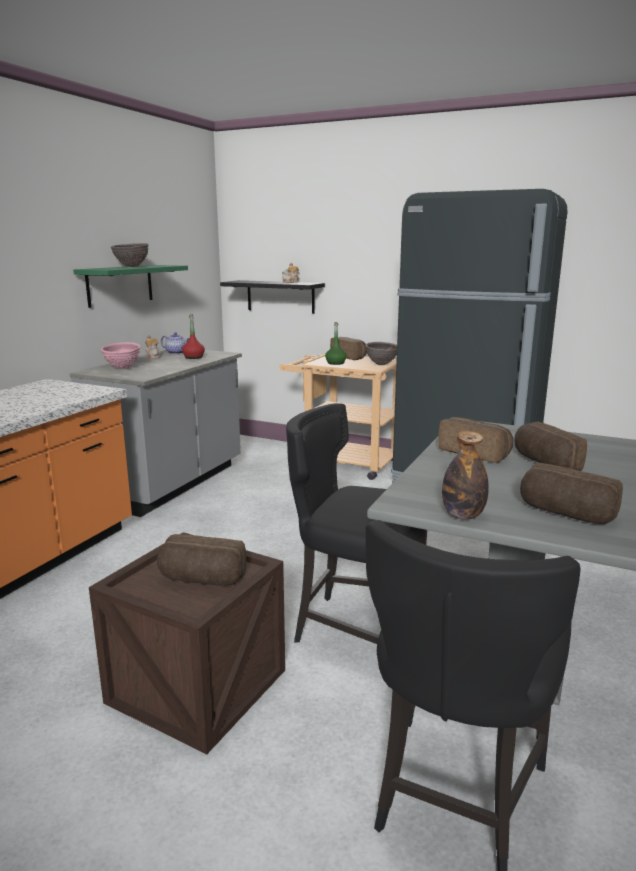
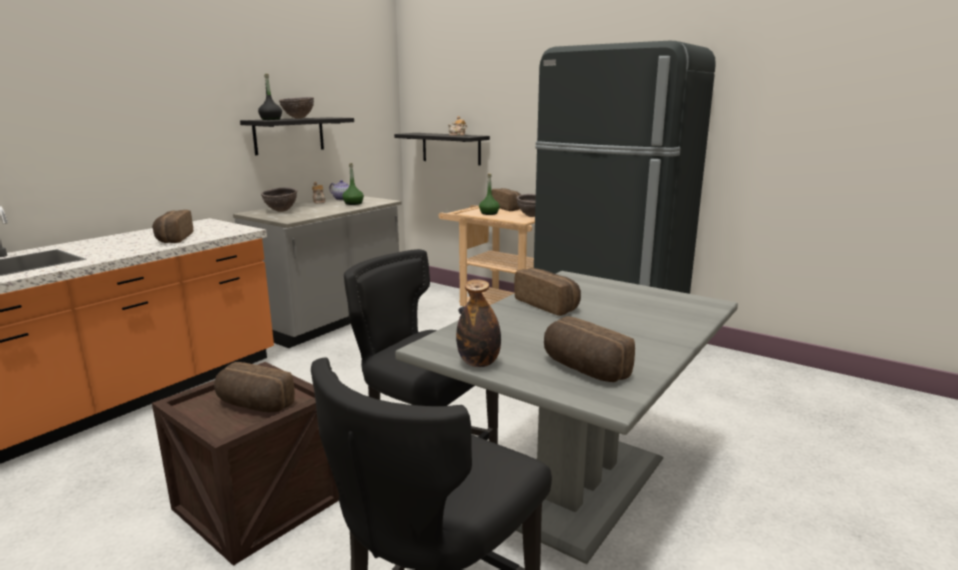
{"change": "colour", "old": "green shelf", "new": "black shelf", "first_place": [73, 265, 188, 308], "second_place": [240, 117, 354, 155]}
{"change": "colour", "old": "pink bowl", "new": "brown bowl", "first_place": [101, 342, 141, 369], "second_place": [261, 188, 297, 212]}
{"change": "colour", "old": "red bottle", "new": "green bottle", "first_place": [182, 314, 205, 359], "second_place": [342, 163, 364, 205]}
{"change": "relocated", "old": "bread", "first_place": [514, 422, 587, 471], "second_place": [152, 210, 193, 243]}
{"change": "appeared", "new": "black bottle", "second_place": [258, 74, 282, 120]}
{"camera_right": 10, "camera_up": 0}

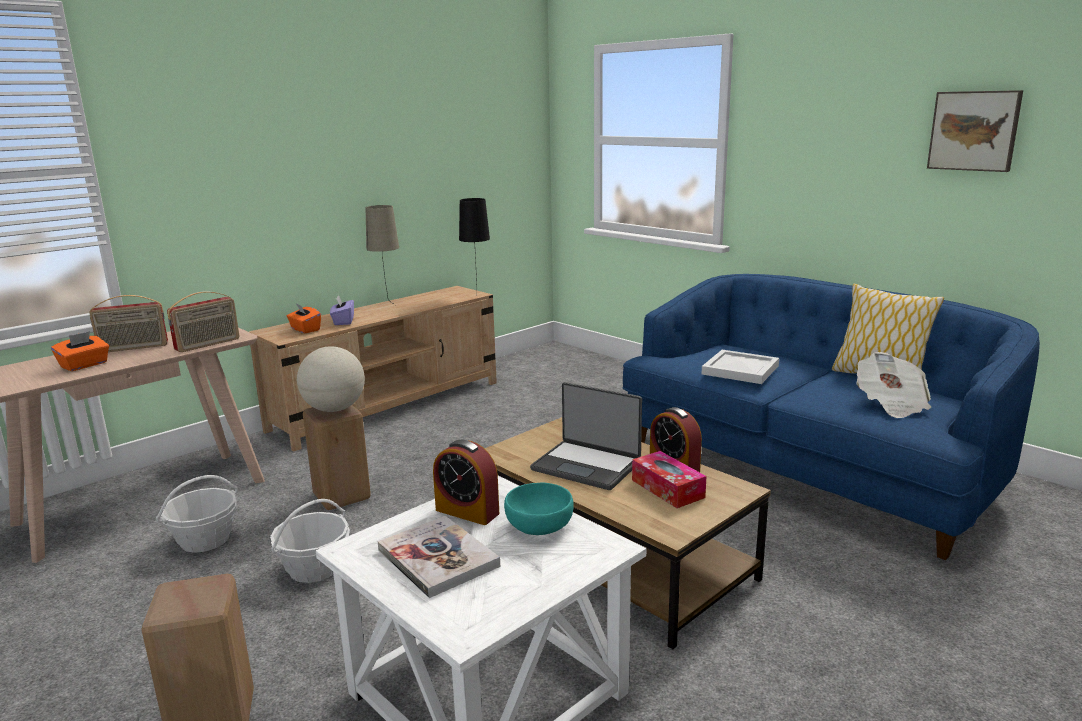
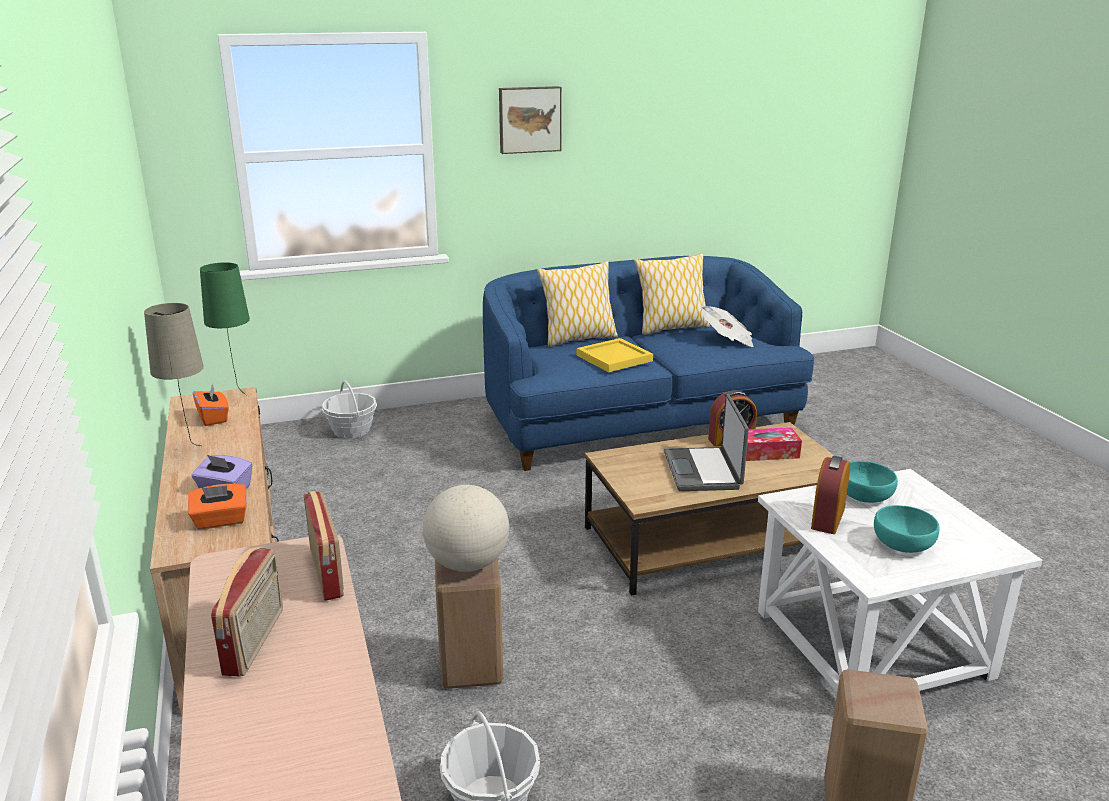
{"change": "relocated", "old": "orange tissue box", "first_place": [51, 331, 109, 371], "second_place": [193, 382, 229, 426]}
{"change": "relocated", "old": "basket", "first_place": [270, 499, 350, 583], "second_place": [322, 380, 377, 438]}
{"change": "exchanged", "old": "book", "new": "turquoise bowl", "first_place": [378, 516, 500, 598], "second_place": [874, 505, 940, 553]}
{"change": "spun", "old": "alarm clock", "first_place": [433, 440, 499, 525], "second_place": [811, 456, 850, 534], "degrees": 150}
{"change": "colour", "old": "black table lamp", "new": "green table lamp", "first_place": [459, 198, 490, 283], "second_place": [200, 262, 250, 395]}
{"change": "spun", "old": "laptop", "first_place": [530, 382, 642, 490], "second_place": [664, 394, 749, 491], "degrees": 120}
{"change": "colour", "old": "white tray", "new": "yellow tray", "first_place": [702, 350, 779, 384], "second_place": [577, 338, 653, 372]}
{"change": "relocated", "old": "picture", "first_place": [927, 90, 1023, 172], "second_place": [499, 86, 562, 154]}
{"change": "appeared", "new": "pillow", "second_place": [537, 261, 618, 347]}
{"camera_right": -65, "camera_up": 5}

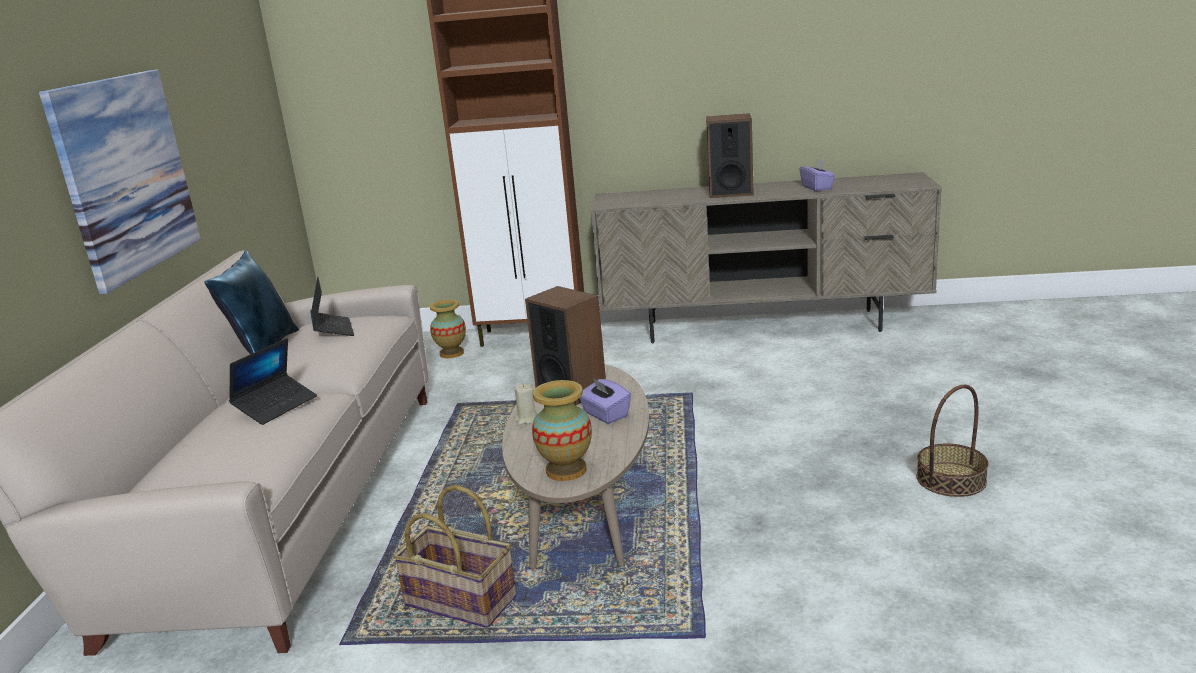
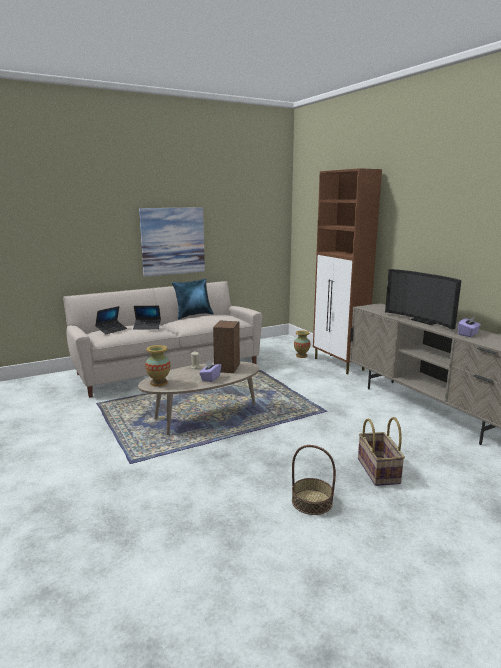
{"change": "relocated", "old": "laptop", "first_place": [310, 277, 354, 336], "second_place": [95, 306, 127, 334]}
{"change": "relocated", "old": "basket", "first_place": [393, 485, 516, 628], "second_place": [358, 417, 405, 486]}
{"change": "exchanged", "old": "speaker", "new": "television", "first_place": [706, 113, 754, 198], "second_place": [385, 269, 462, 330]}
{"camera_right": 55, "camera_up": -5}

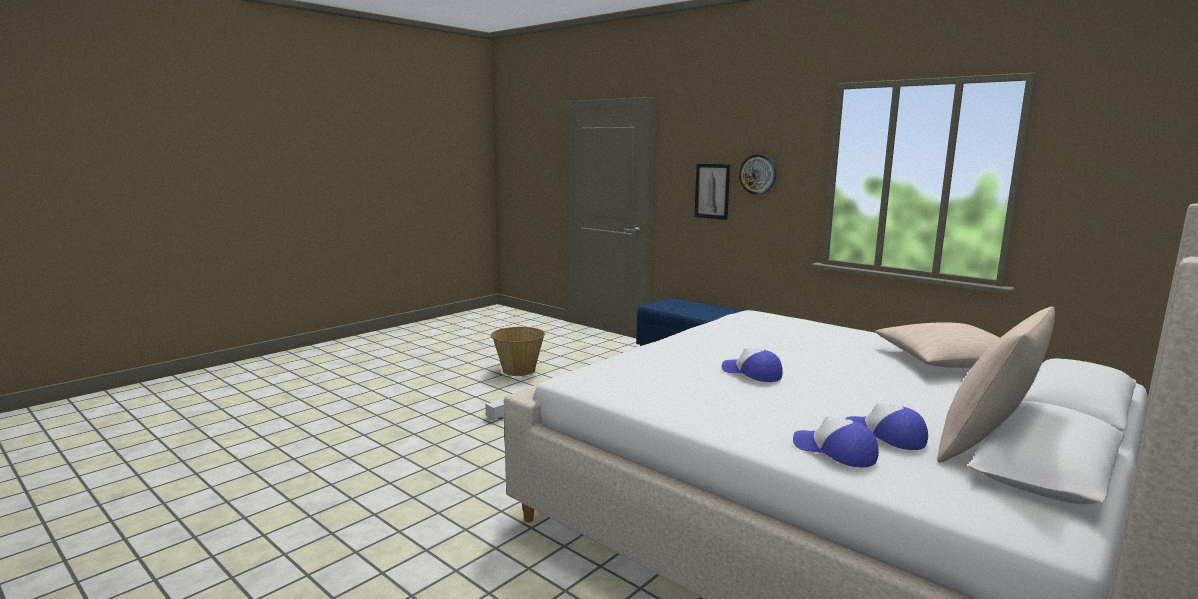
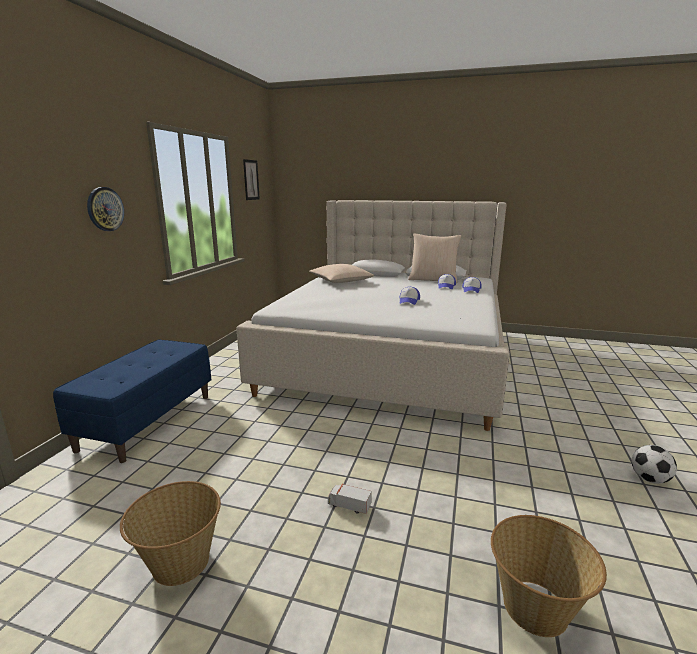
{"change": "relocated", "old": "picture", "first_place": [694, 163, 730, 220], "second_place": [243, 159, 260, 200]}
{"change": "appeared", "new": "basket", "second_place": [491, 515, 607, 637]}
{"change": "appeared", "new": "football", "second_place": [632, 445, 677, 484]}
{"camera_right": -115, "camera_up": 5}

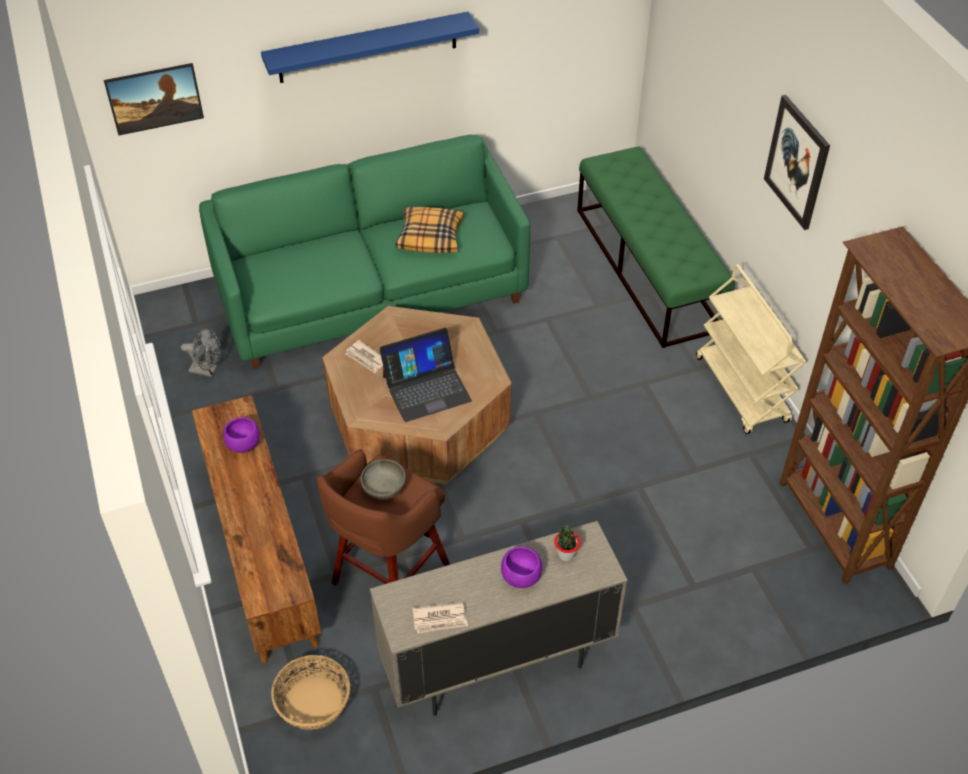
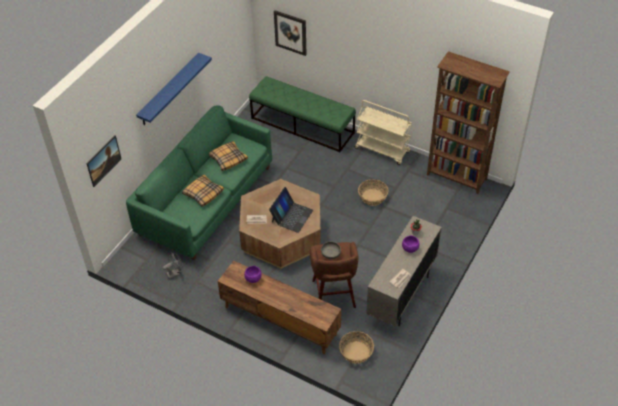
{"change": "relocated", "old": "picture", "first_place": [764, 95, 830, 230], "second_place": [274, 10, 307, 56]}
{"change": "appeared", "new": "pillow", "second_place": [182, 174, 224, 207]}
{"change": "appeared", "new": "basket", "second_place": [358, 179, 388, 206]}
{"camera_right": -40, "camera_up": 0}

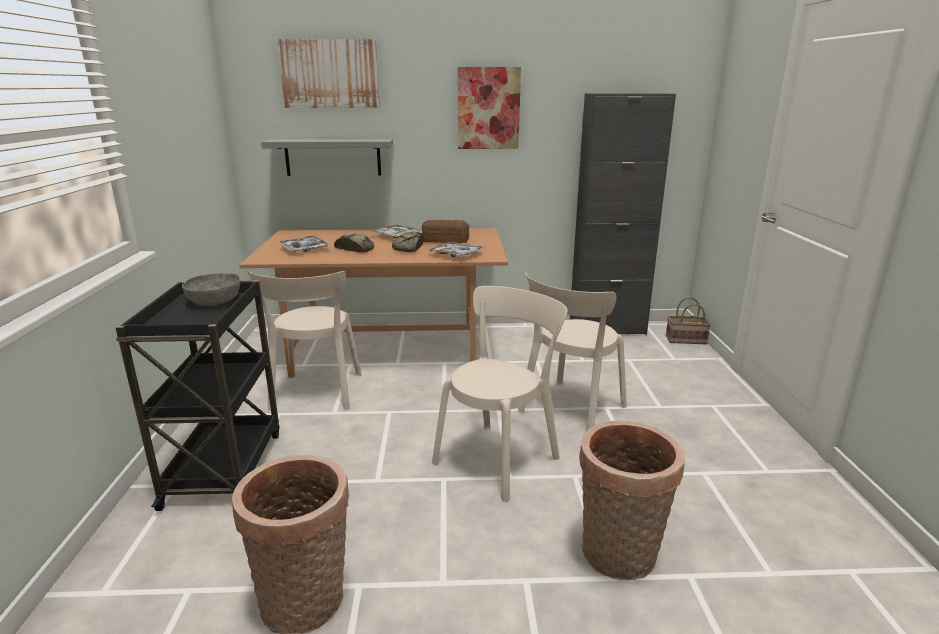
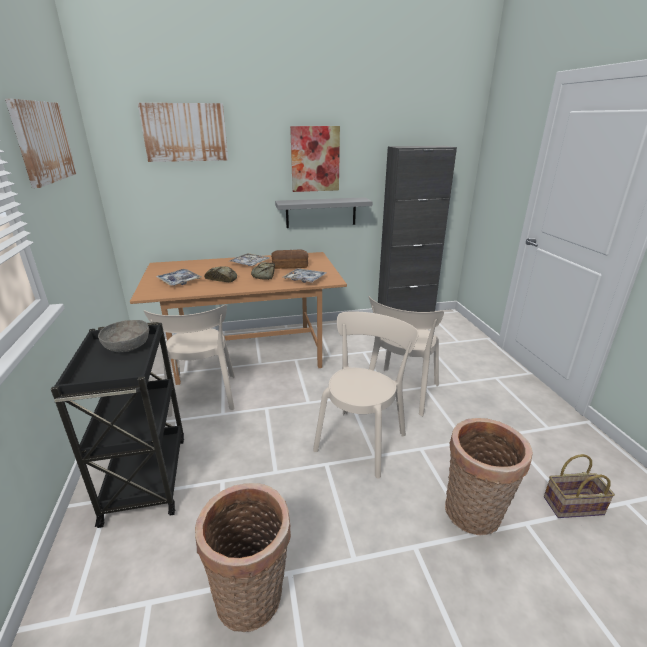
{"change": "relocated", "old": "grey shelf", "first_place": [261, 139, 393, 176], "second_place": [275, 197, 372, 228]}
{"change": "relocated", "old": "basket", "first_place": [666, 297, 711, 345], "second_place": [544, 454, 615, 518]}
{"change": "appeared", "new": "picture", "second_place": [5, 99, 77, 188]}
{"camera_right": -10, "camera_up": 5}

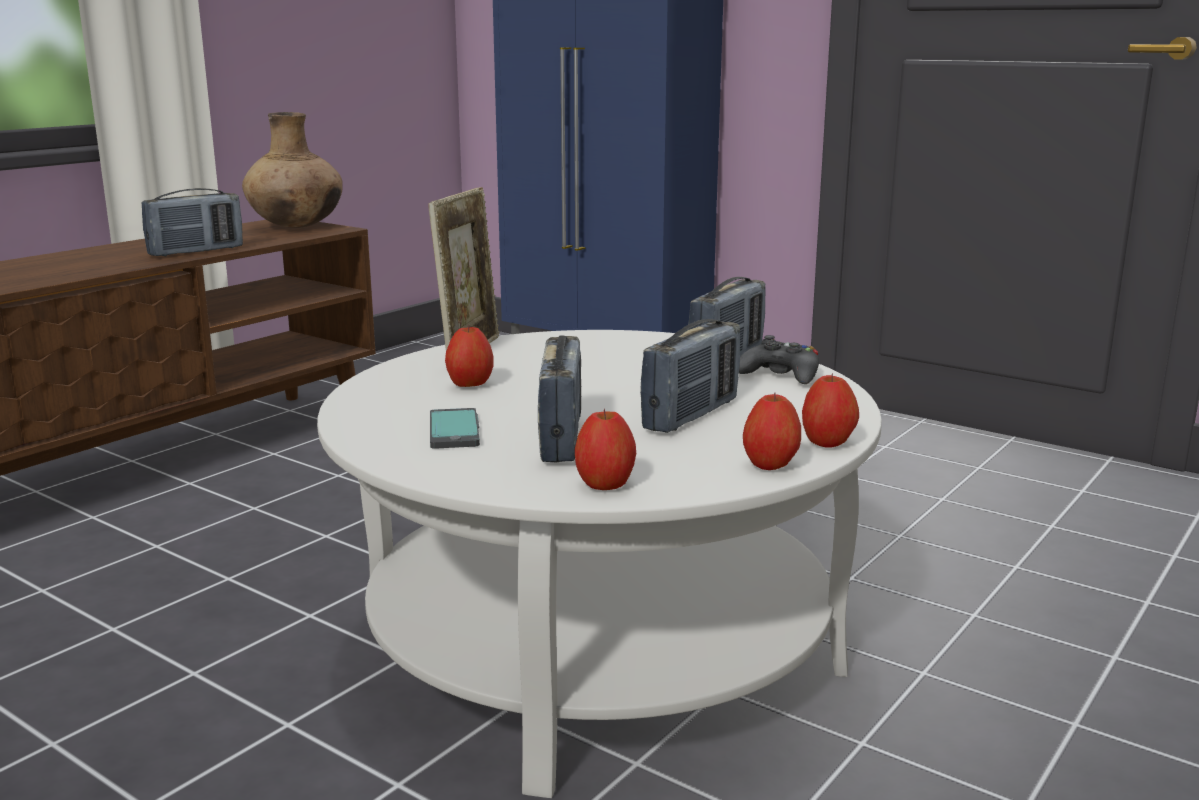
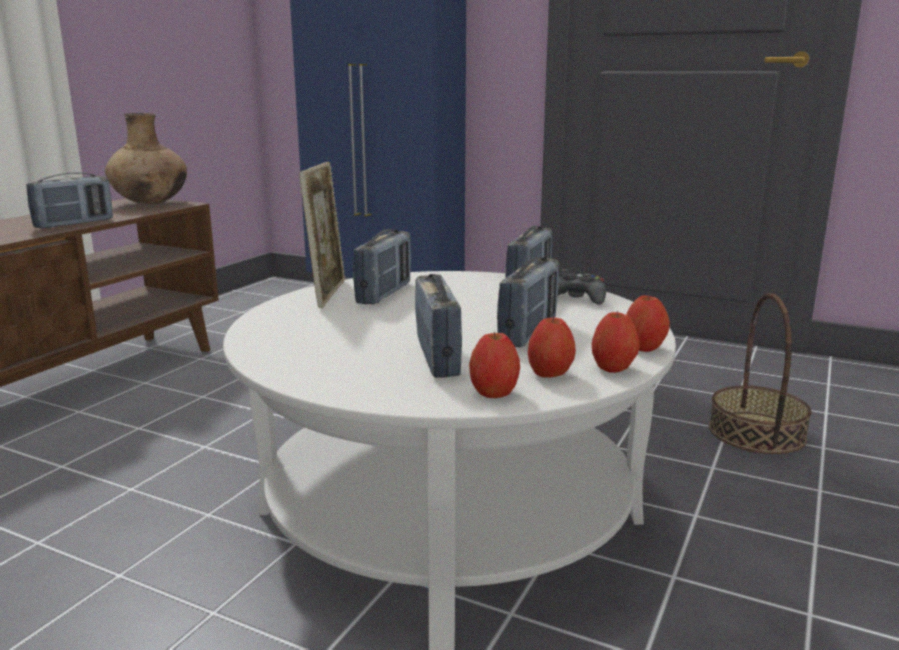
{"change": "missing", "old": "phone", "first_place": [430, 408, 480, 449]}
{"change": "relocated", "old": "apple", "first_place": [445, 325, 494, 387], "second_place": [528, 316, 576, 377]}
{"change": "appeared", "new": "radio", "second_place": [353, 229, 411, 304]}
{"change": "appeared", "new": "basket", "second_place": [709, 293, 812, 454]}
{"camera_right": -10, "camera_up": 0}

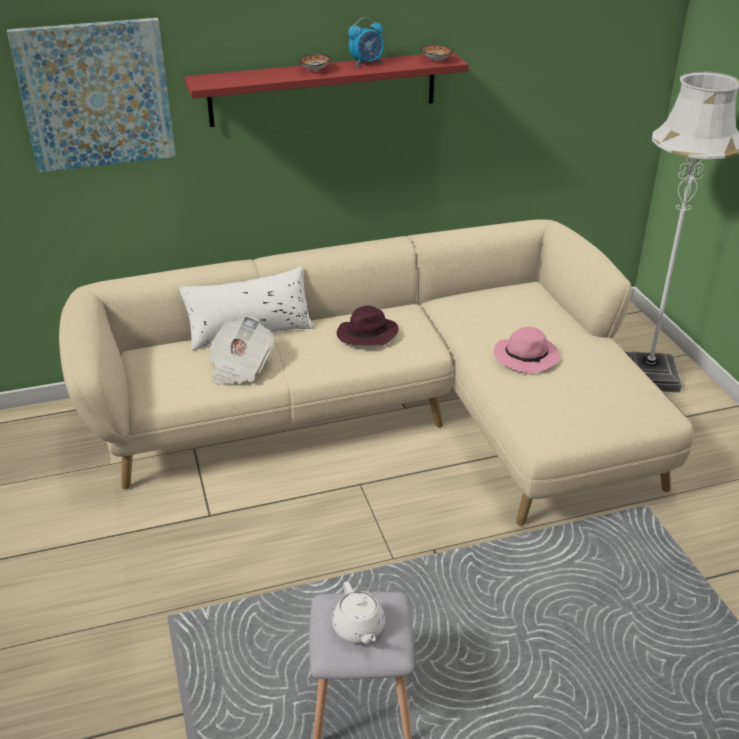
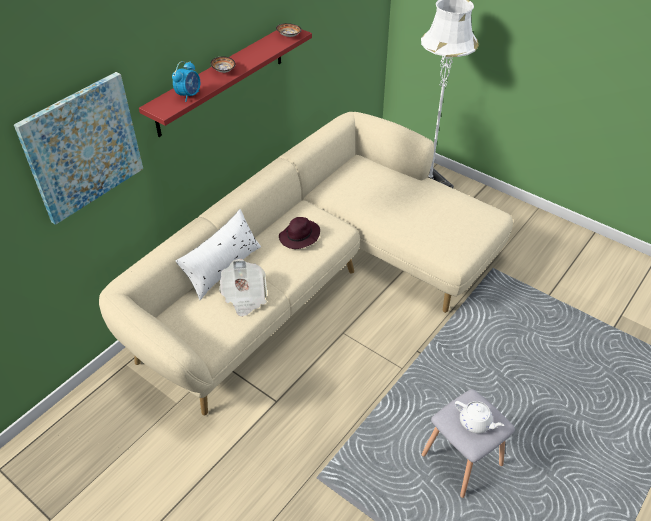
{"change": "relocated", "old": "alarm clock", "first_place": [348, 17, 384, 67], "second_place": [172, 61, 200, 102]}
{"change": "missing", "old": "pink hat", "first_place": [494, 327, 560, 374]}
{"camera_right": -35, "camera_up": 10}

